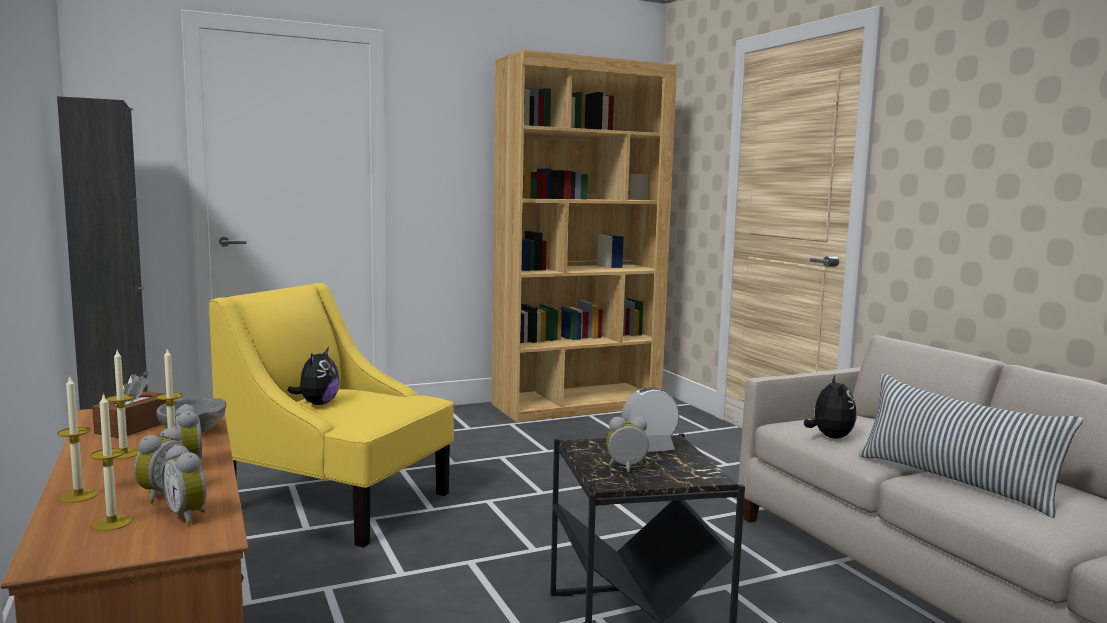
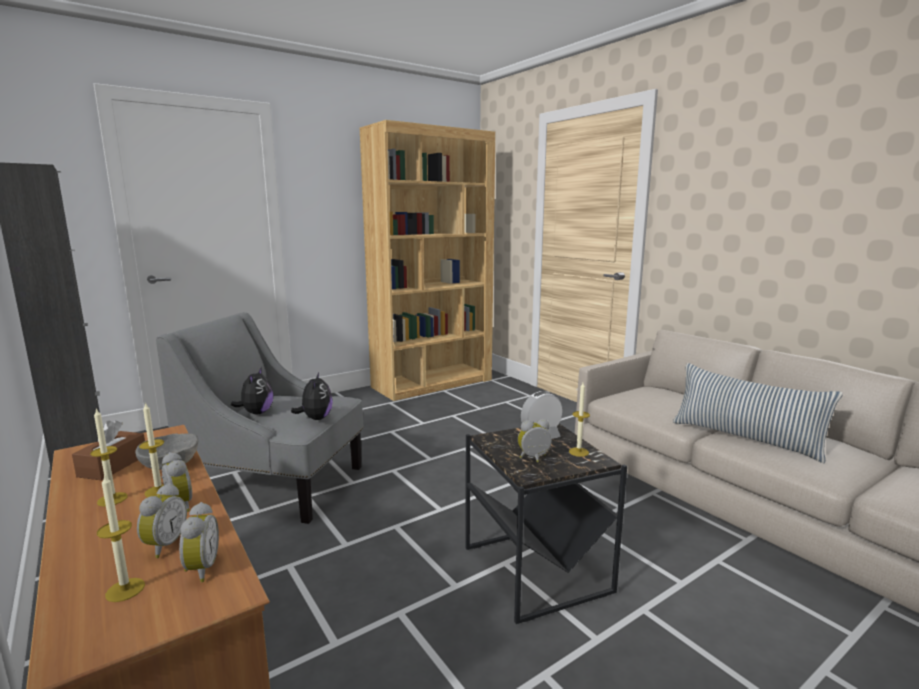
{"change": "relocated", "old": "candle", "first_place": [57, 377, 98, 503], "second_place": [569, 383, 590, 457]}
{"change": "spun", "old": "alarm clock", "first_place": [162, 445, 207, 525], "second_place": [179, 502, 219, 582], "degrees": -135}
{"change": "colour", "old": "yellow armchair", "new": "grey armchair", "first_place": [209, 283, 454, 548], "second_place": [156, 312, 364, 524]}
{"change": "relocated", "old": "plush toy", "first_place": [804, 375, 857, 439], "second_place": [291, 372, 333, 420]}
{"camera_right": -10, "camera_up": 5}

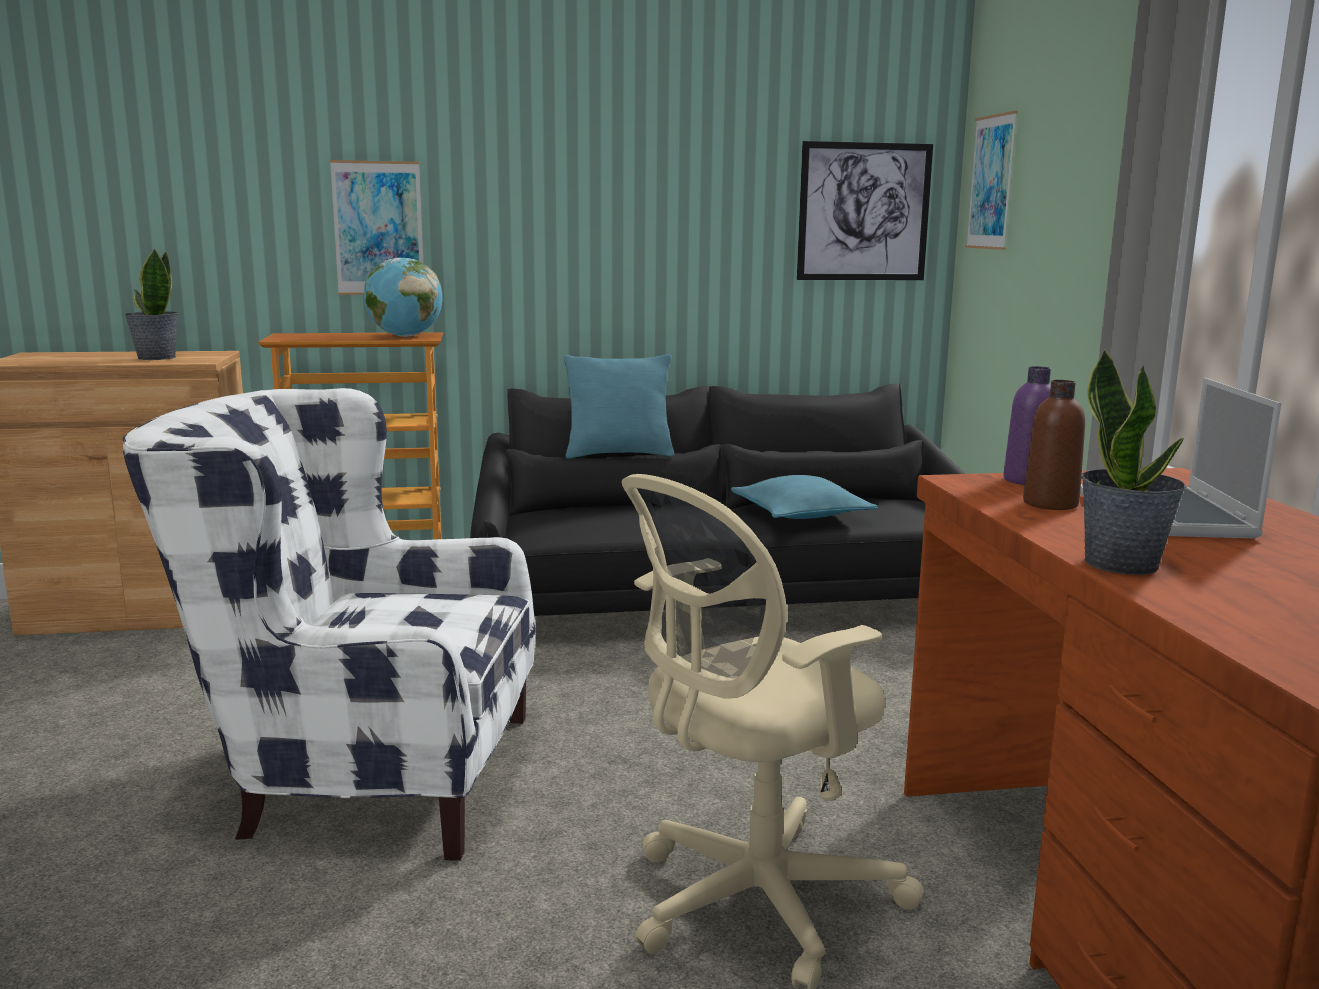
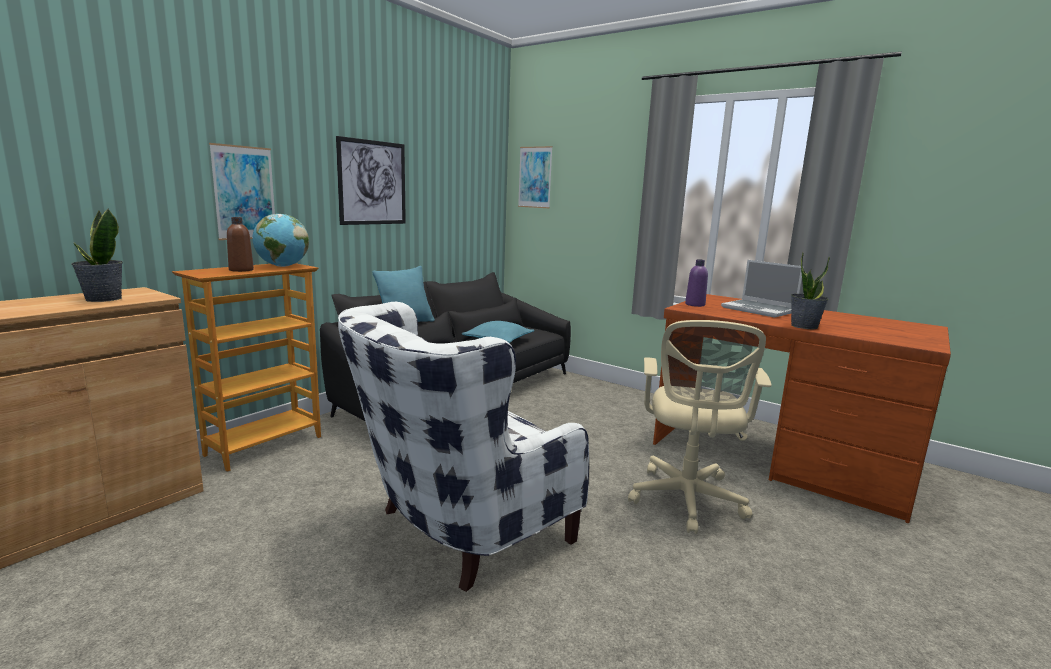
{"change": "relocated", "old": "picture", "first_place": [797, 141, 933, 280], "second_place": [336, 136, 406, 225]}
{"change": "relocated", "old": "brown bottle", "first_place": [1023, 380, 1085, 510], "second_place": [227, 217, 254, 272]}
{"camera_right": -45, "camera_up": 0}

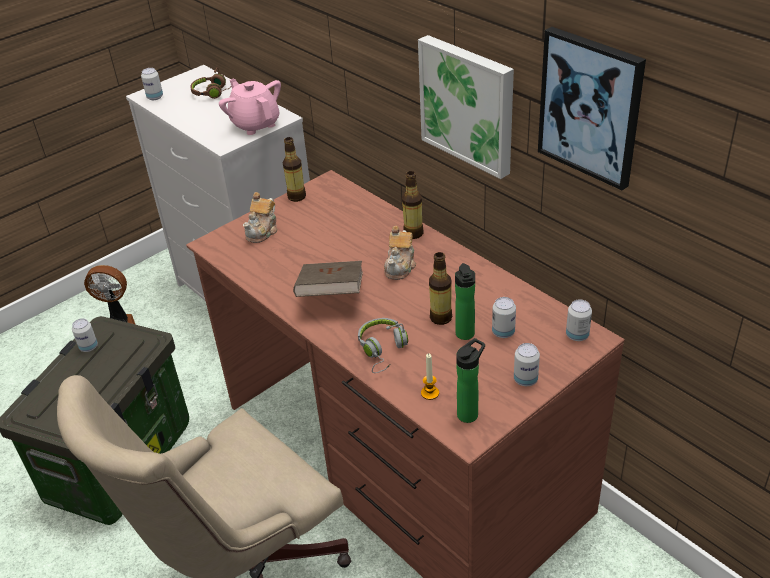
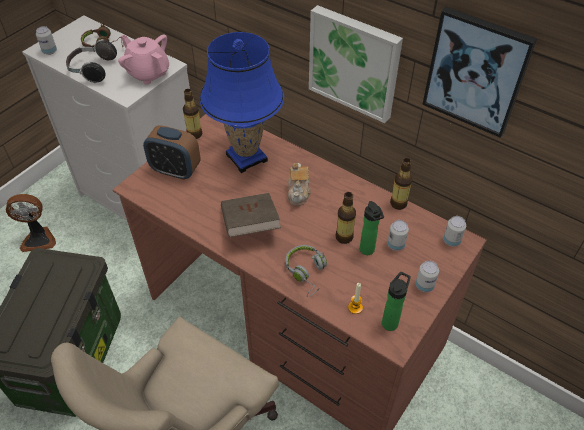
{"change": "missing", "old": "can", "first_place": [72, 318, 98, 352]}
{"change": "exchanged", "old": "teapot", "new": "alarm clock", "first_place": [243, 192, 278, 243], "second_place": [143, 125, 201, 180]}
{"change": "relocated", "old": "bottle", "first_place": [402, 171, 423, 239], "second_place": [390, 158, 412, 210]}
{"change": "appeared", "new": "headphones", "second_place": [66, 39, 117, 83]}
{"change": "appeared", "new": "blue table lamp", "second_place": [200, 32, 284, 173]}
{"camera_right": -15, "camera_up": 10}

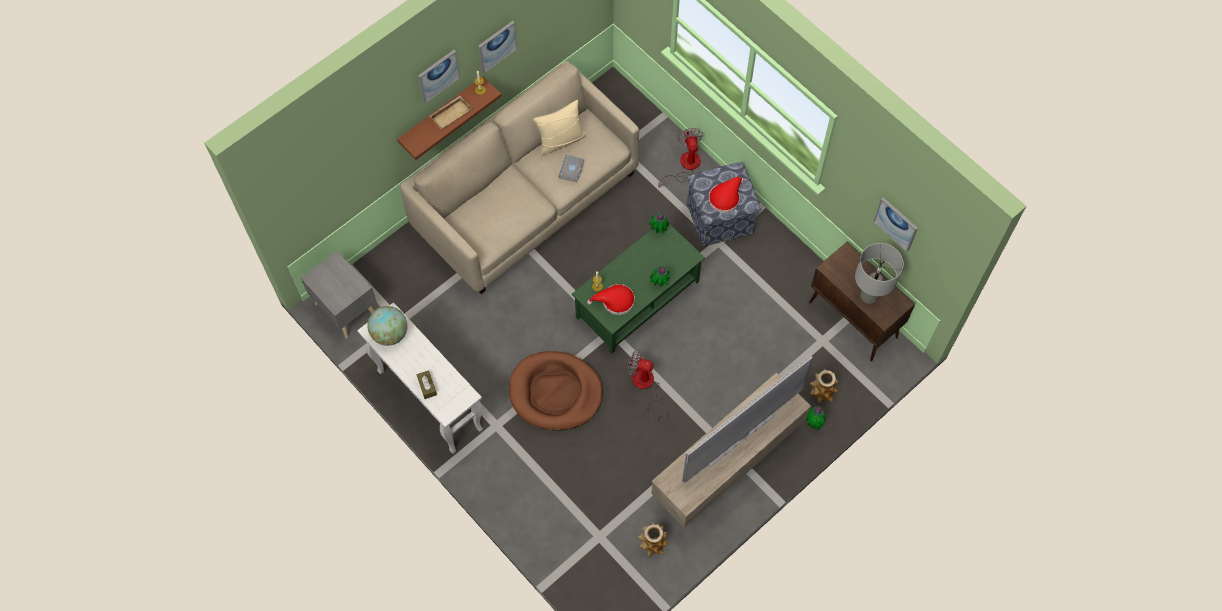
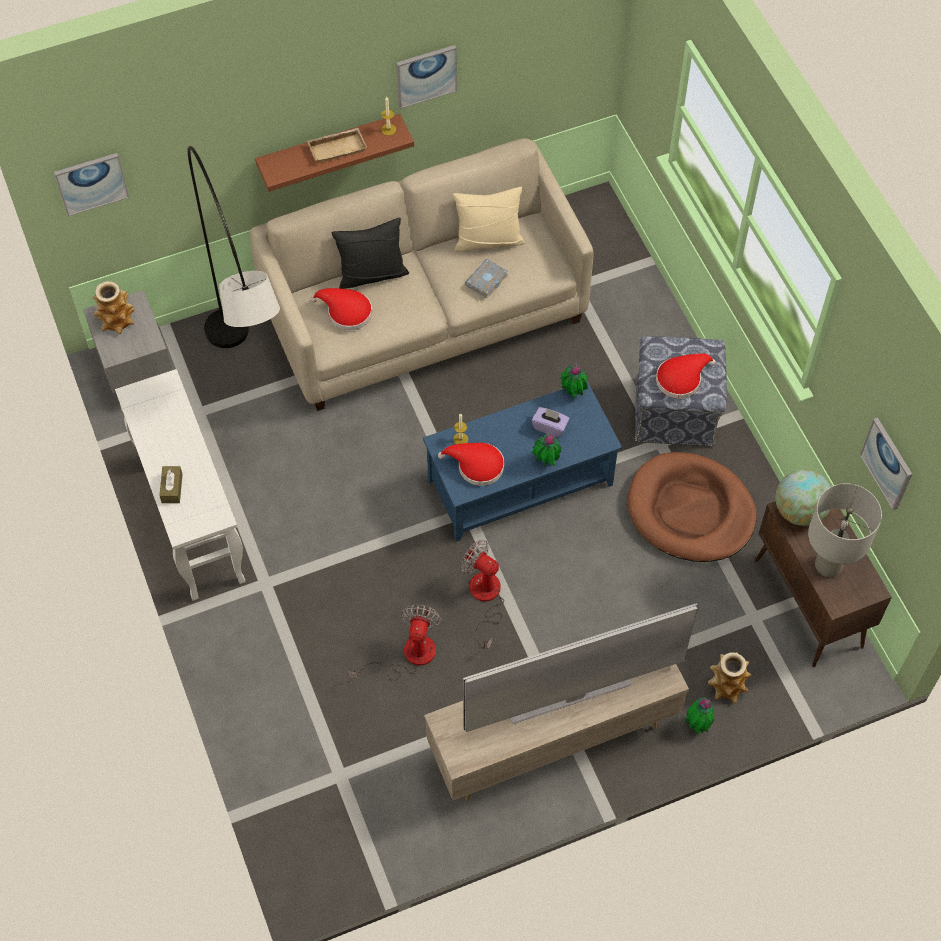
{"change": "relocated", "old": "globe", "first_place": [368, 306, 408, 346], "second_place": [775, 469, 831, 526]}
{"change": "relocated", "old": "picture", "first_place": [418, 50, 460, 103], "second_place": [54, 153, 129, 216]}
{"change": "relocated", "old": "brown dog bed", "first_place": [509, 351, 603, 430], "second_place": [628, 452, 757, 562]}
{"change": "colour", "old": "green coffee table", "new": "blue coffee table", "first_place": [572, 224, 705, 354], "second_place": [423, 381, 622, 542]}
{"change": "relocated", "old": "vase", "first_place": [638, 522, 669, 557], "second_place": [93, 281, 135, 334]}
{"change": "relocated", "old": "fan", "first_place": [658, 128, 703, 188], "second_place": [348, 605, 441, 681]}
{"change": "appeared", "new": "grey floor lamp", "second_place": [187, 146, 280, 348]}
{"change": "appeared", "new": "red hat", "second_place": [311, 288, 372, 331]}
{"change": "appeared", "new": "black pillow", "second_place": [332, 218, 409, 289]}
{"change": "appeared", "new": "purple tissue box", "second_place": [531, 407, 570, 438]}
{"camera_right": 20, "camera_up": -5}

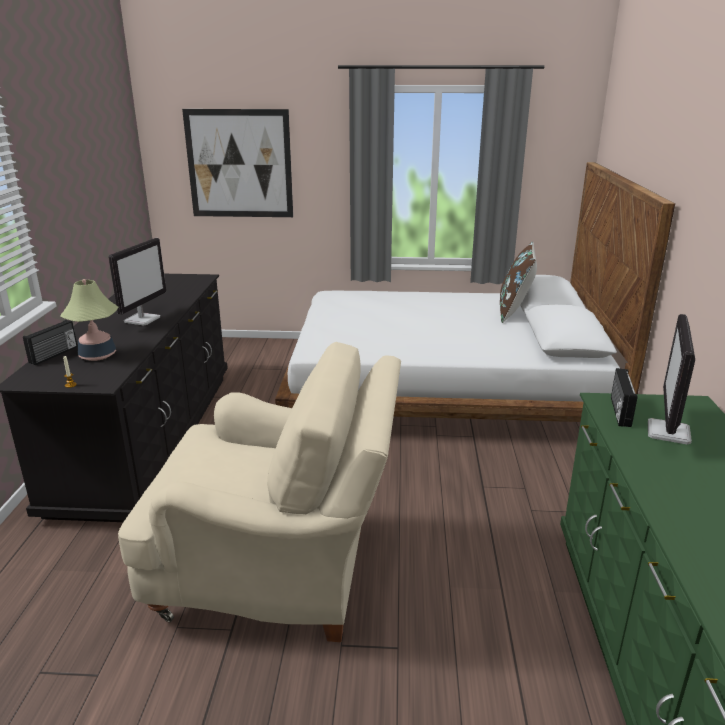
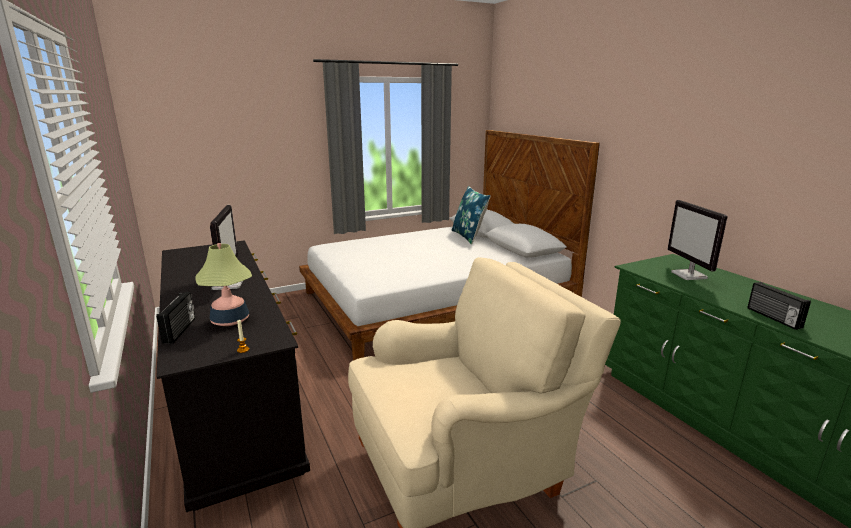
{"change": "missing", "old": "picture", "first_place": [182, 109, 293, 217]}
{"change": "colour", "old": "brown pillow", "new": "blue pillow", "first_place": [500, 242, 537, 323], "second_place": [452, 186, 491, 244]}
{"change": "relocated", "old": "radio", "first_place": [611, 368, 638, 427], "second_place": [747, 282, 811, 330]}
{"camera_right": -30, "camera_up": -5}

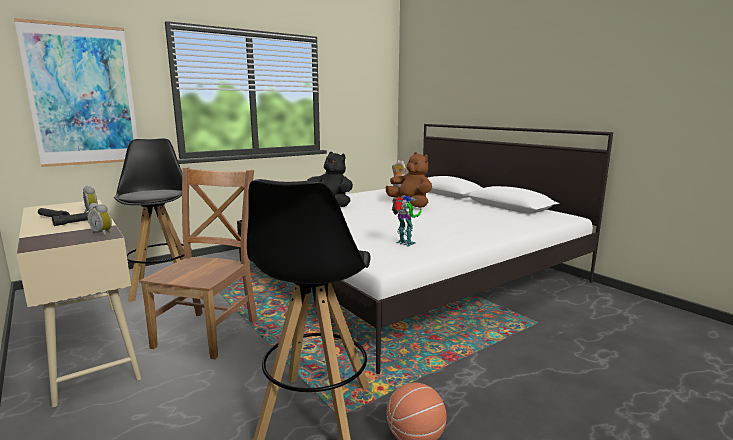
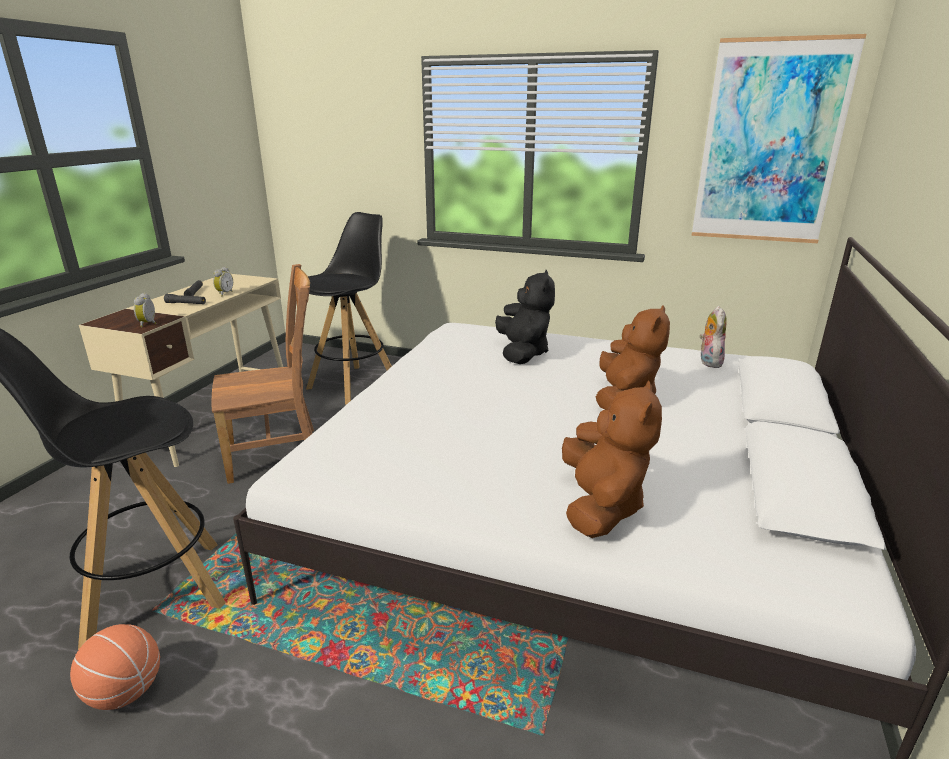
{"change": "relocated", "old": "picture", "first_place": [14, 18, 138, 167], "second_place": [691, 34, 866, 243]}
{"change": "missing", "old": "toy robot", "first_place": [392, 195, 421, 247]}
{"change": "appeared", "new": "brown plush toy", "second_place": [562, 381, 662, 538]}
{"camera_right": 55, "camera_up": 10}

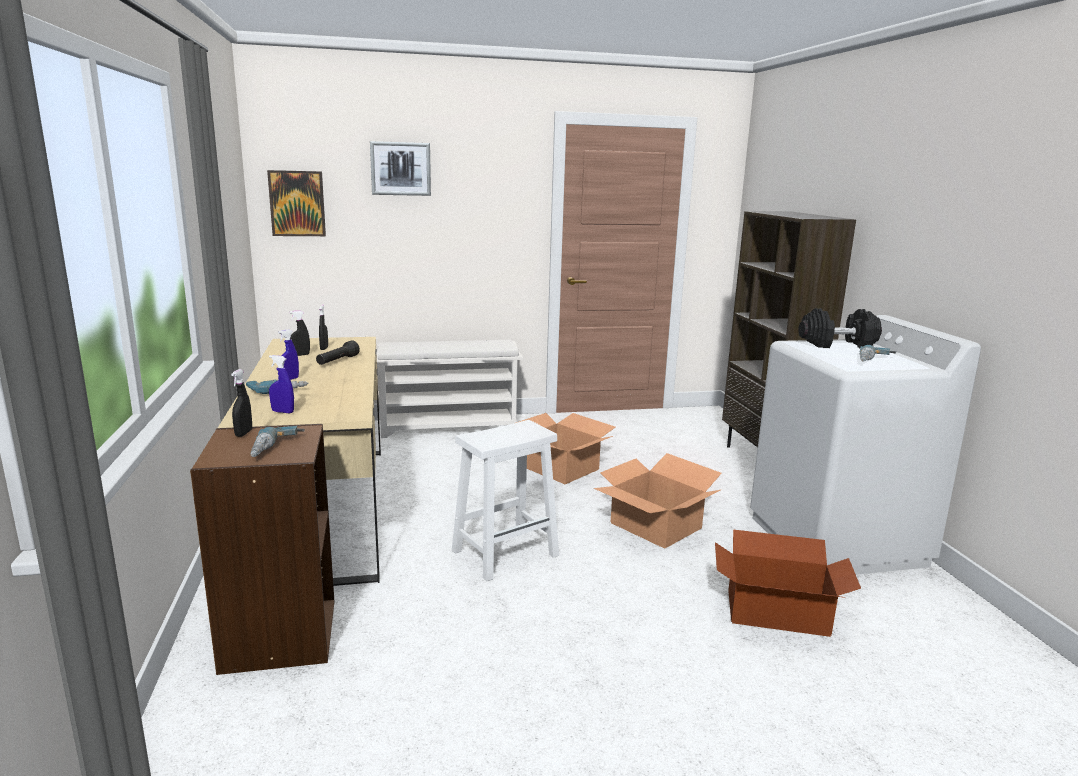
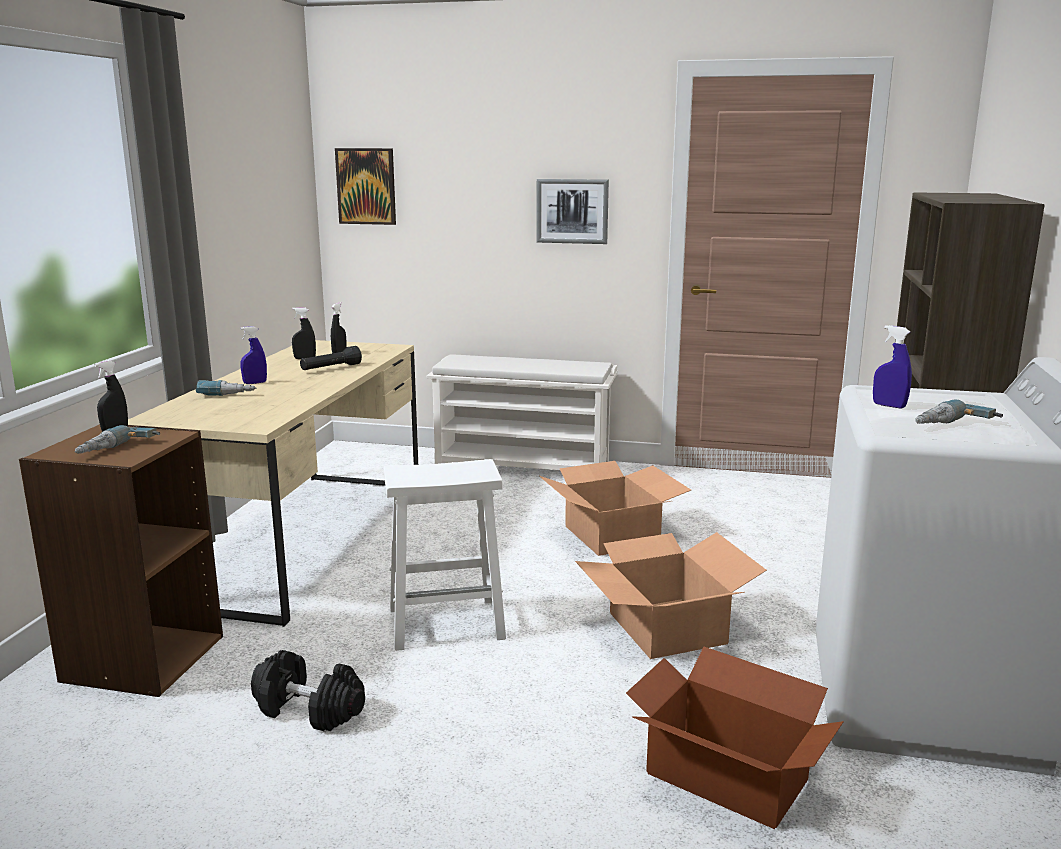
{"change": "relocated", "old": "blue spray bottle", "first_place": [269, 355, 294, 413], "second_place": [873, 325, 912, 408]}
{"change": "relocated", "old": "picture", "first_place": [370, 141, 431, 196], "second_place": [537, 179, 609, 244]}
{"change": "relocated", "old": "black dumbbell", "first_place": [798, 308, 882, 348], "second_place": [251, 650, 365, 731]}
{"camera_right": 25, "camera_up": 0}

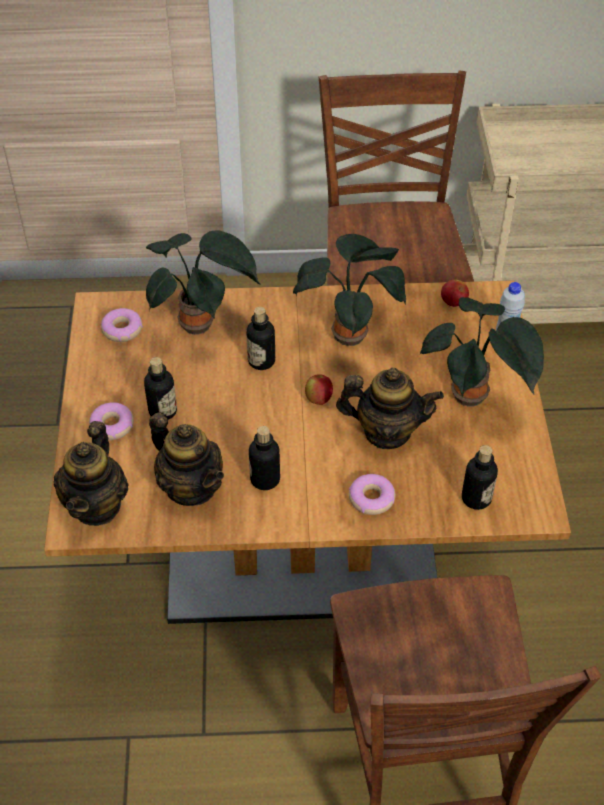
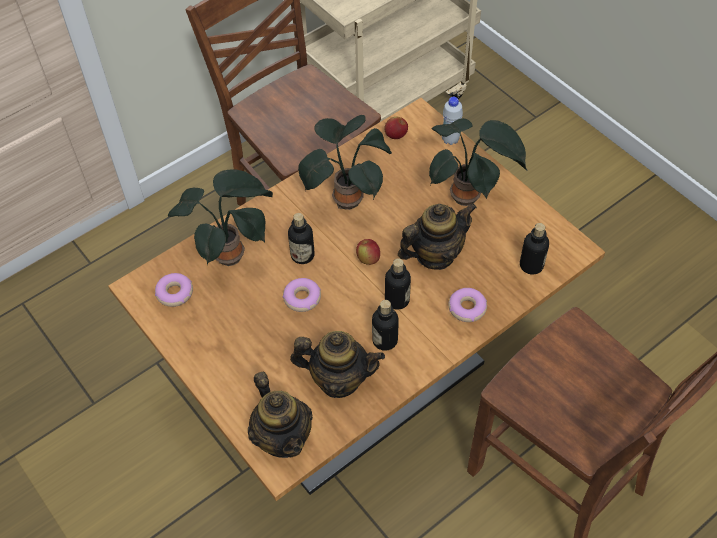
{"change": "relocated", "old": "donut", "first_place": [89, 402, 134, 440], "second_place": [283, 278, 321, 312]}
{"change": "relocated", "old": "bottle", "first_place": [144, 357, 177, 420], "second_place": [385, 258, 411, 310]}
{"camera_right": -35, "camera_up": 5}

